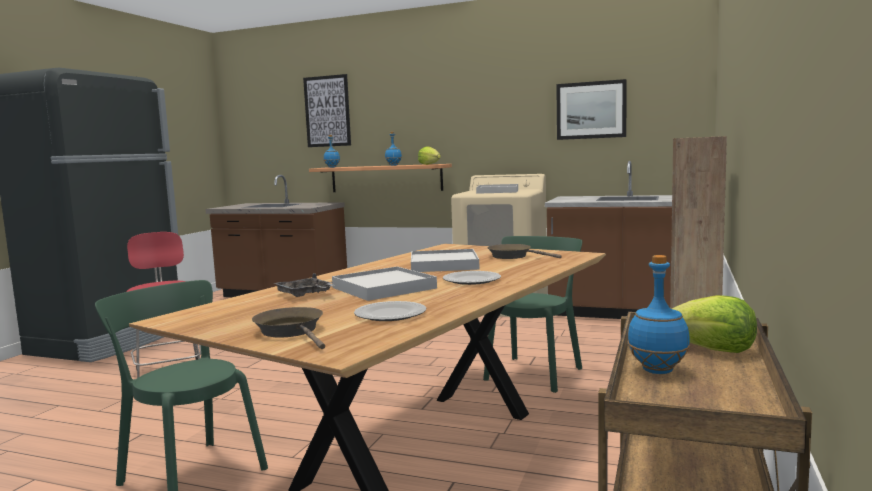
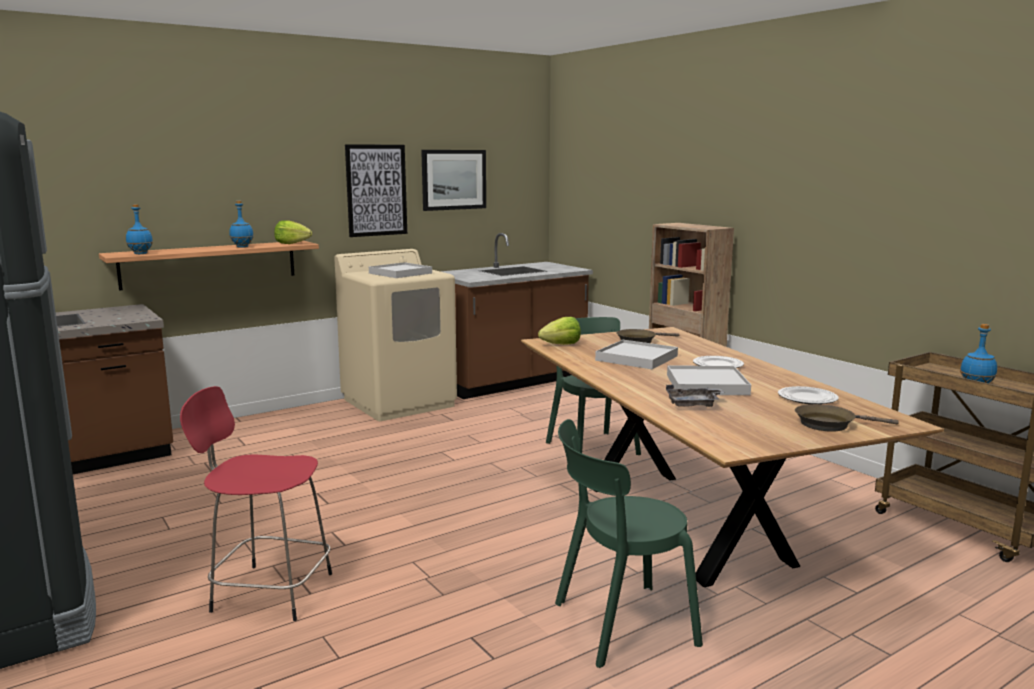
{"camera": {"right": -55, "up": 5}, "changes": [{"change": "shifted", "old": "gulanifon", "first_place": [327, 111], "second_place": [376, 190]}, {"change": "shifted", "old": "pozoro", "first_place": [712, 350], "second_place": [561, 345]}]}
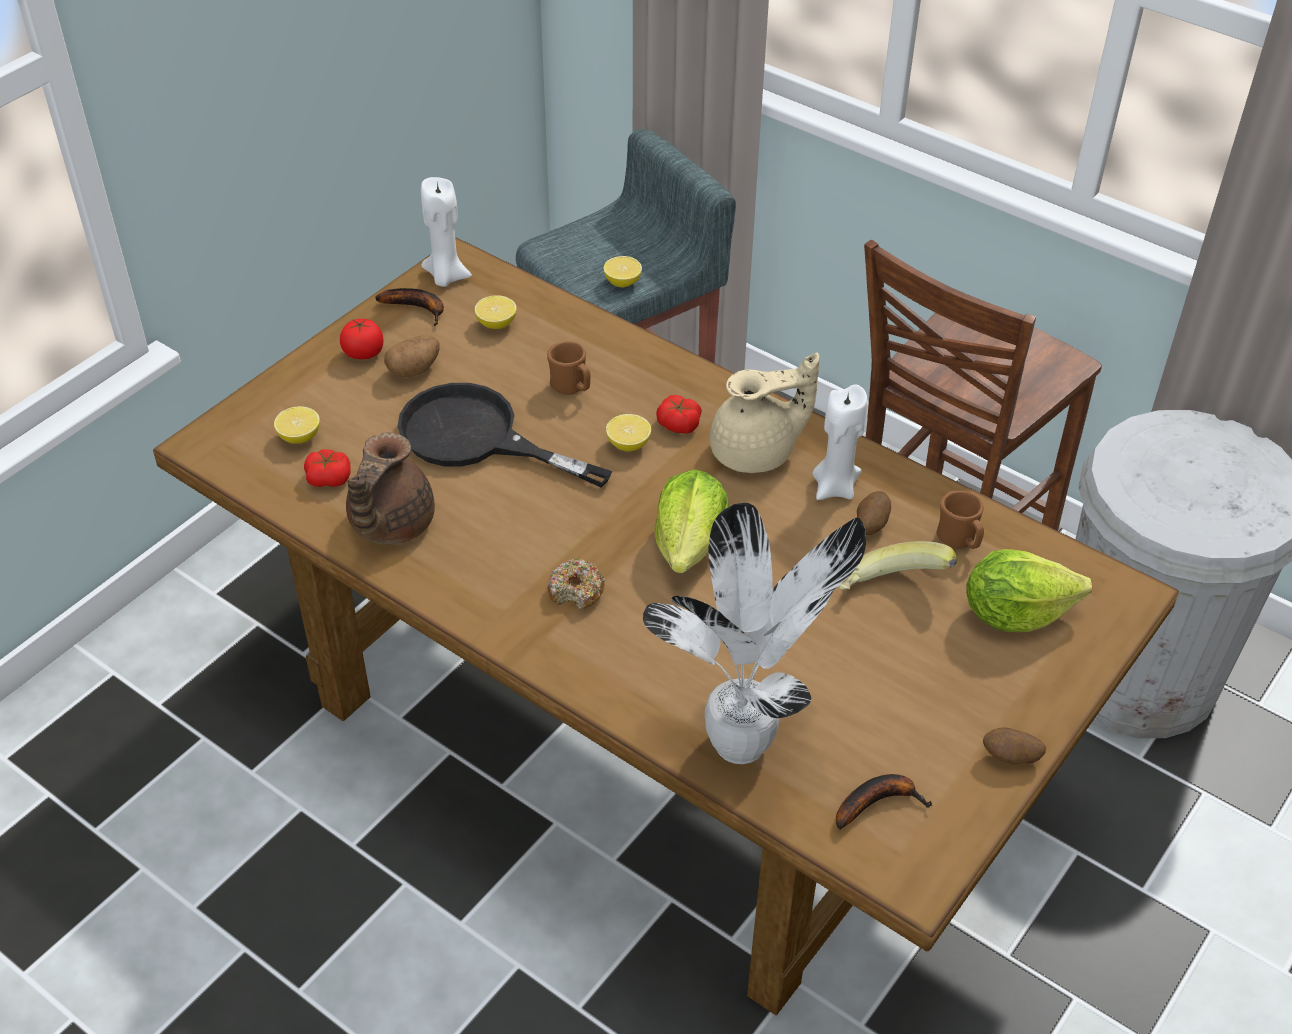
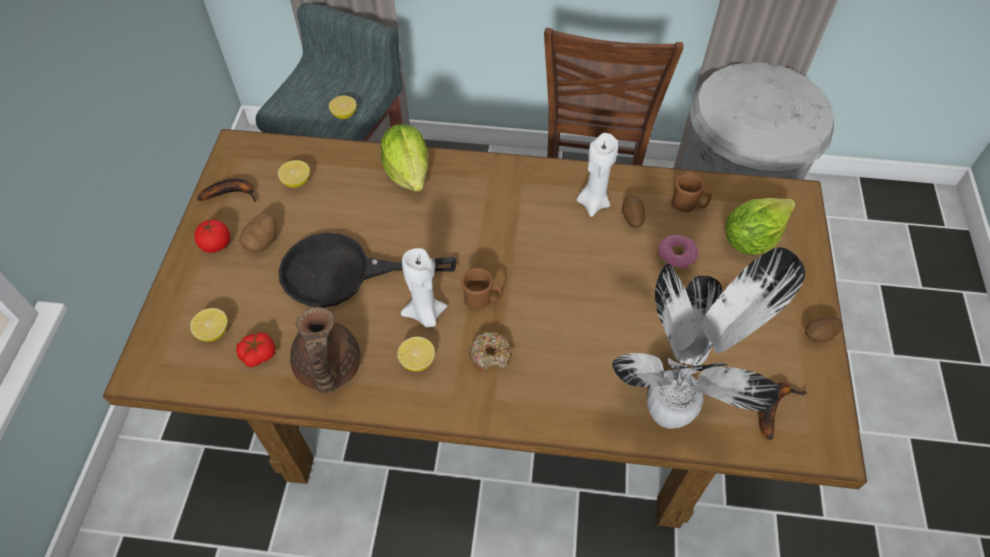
{"camera": {"right": -30, "up": 10}, "changes": [{"change": "gone", "old": "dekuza", "first_place": [678, 424]}, {"change": "gone", "old": "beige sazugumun", "first_place": [756, 452]}, {"change": "shifted", "old": "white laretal", "first_place": [446, 277], "second_place": [425, 315]}, {"change": "shifted", "old": "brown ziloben", "first_place": [571, 388], "second_place": [482, 300]}, {"change": "shifted", "old": "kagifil", "first_place": [628, 445], "second_place": [417, 361]}, {"change": "shifted", "old": "pozoro", "first_place": [690, 544], "second_place": [408, 172]}, {"change": "swapped", "old": "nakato", "new": "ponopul", "first_place": [892, 590], "second_place": [676, 257]}]}
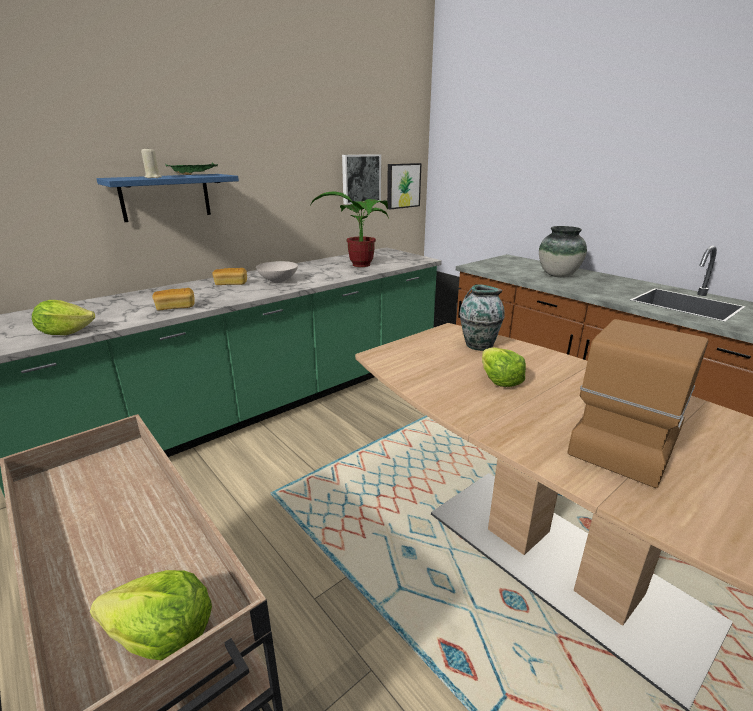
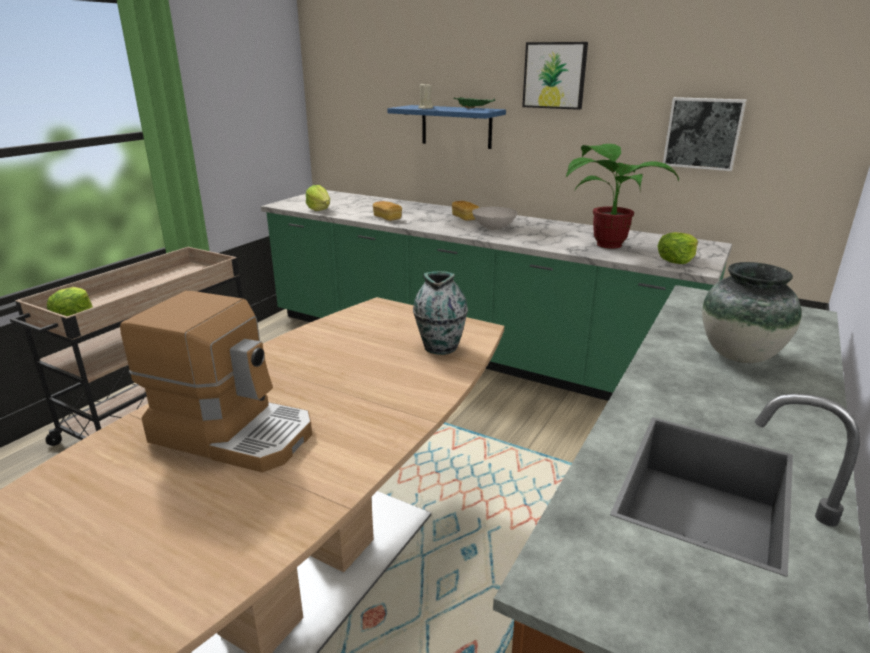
{"camera": {"right": 70, "up": 0}, "changes": [{"change": "shifted", "old": "gulanifon", "first_place": [402, 185], "second_place": [555, 75]}, {"change": "shifted", "old": "pozoro", "first_place": [499, 380], "second_place": [676, 260]}]}
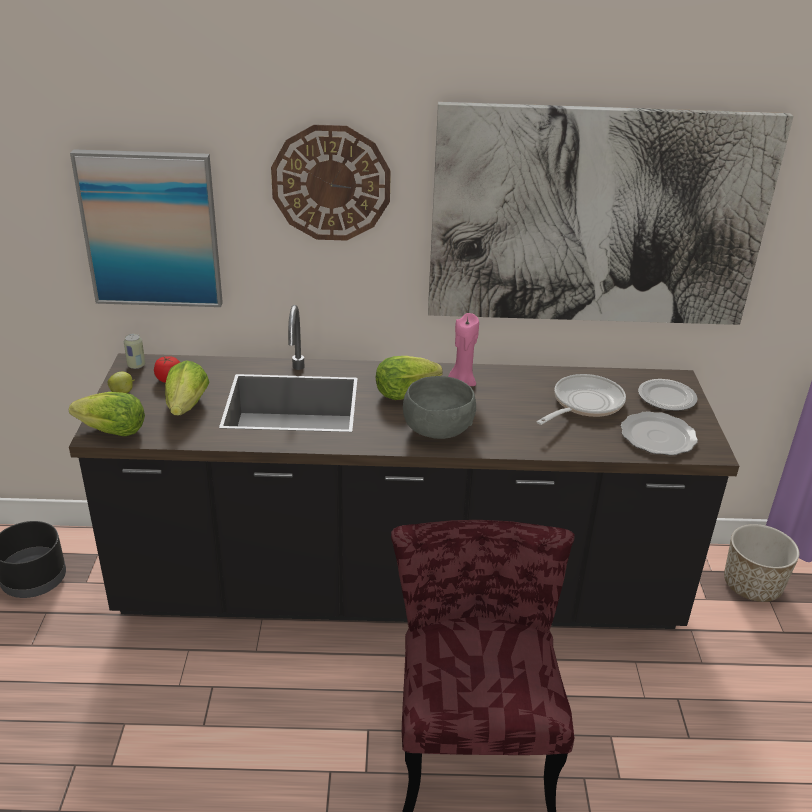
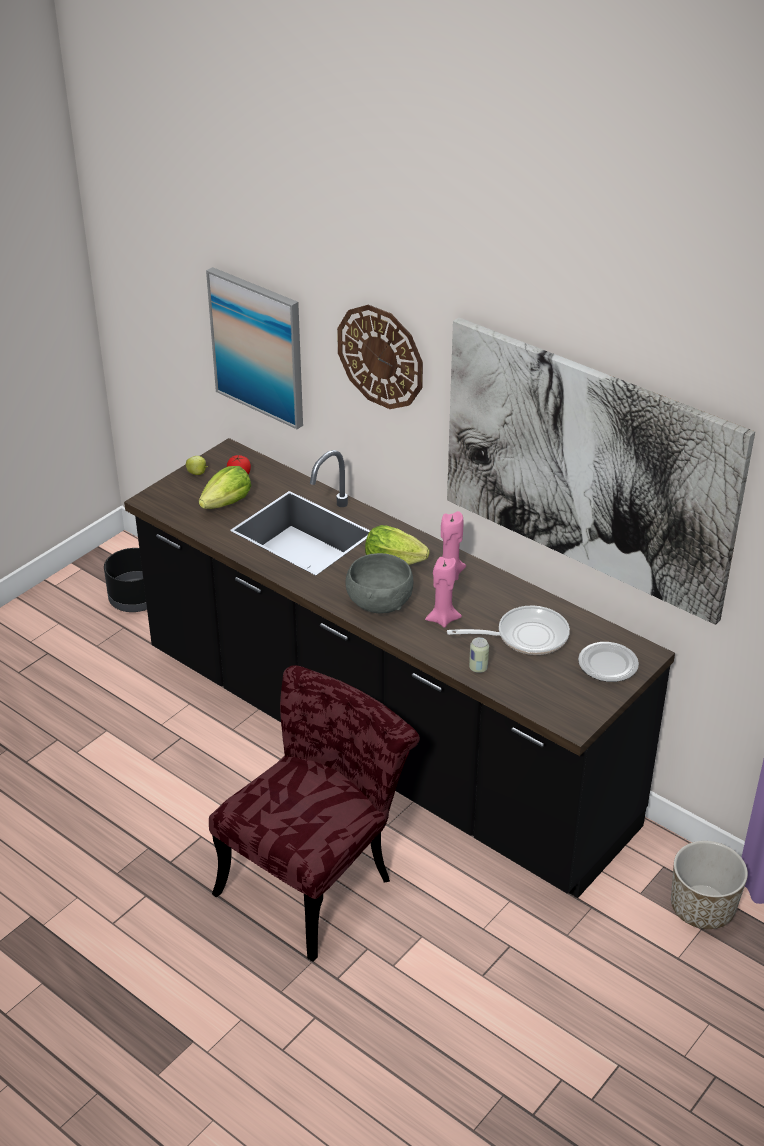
{"camera": {"right": 40, "up": 5}, "changes": [{"change": "gone", "old": "pozoro", "first_place": [113, 432]}, {"change": "gone", "old": "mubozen", "first_place": [656, 436]}, {"change": "new", "new": "pink laretal", "second_place": [442, 619]}, {"change": "shifted", "old": "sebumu", "first_place": [136, 365], "second_place": [478, 668]}]}
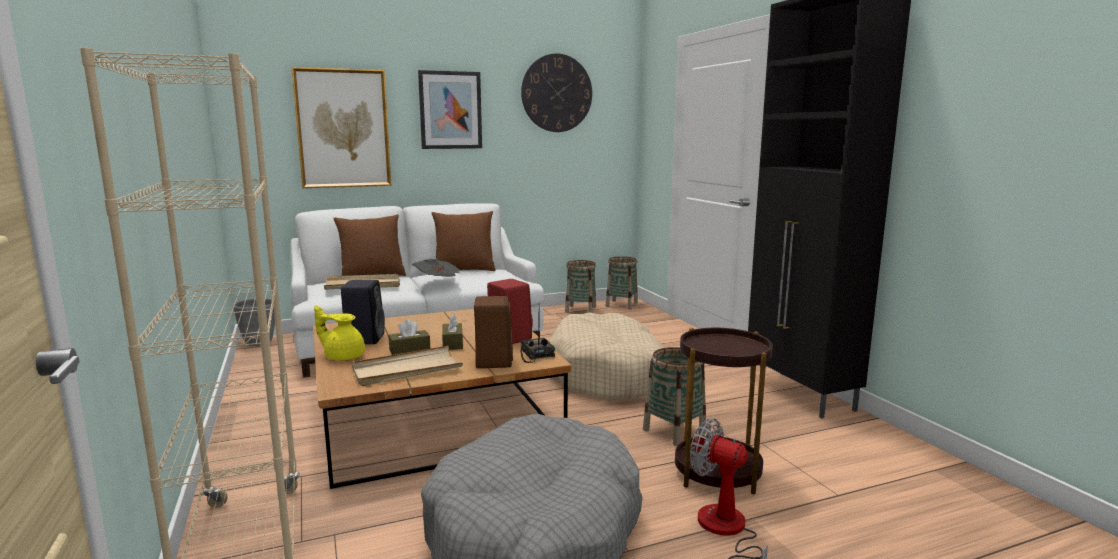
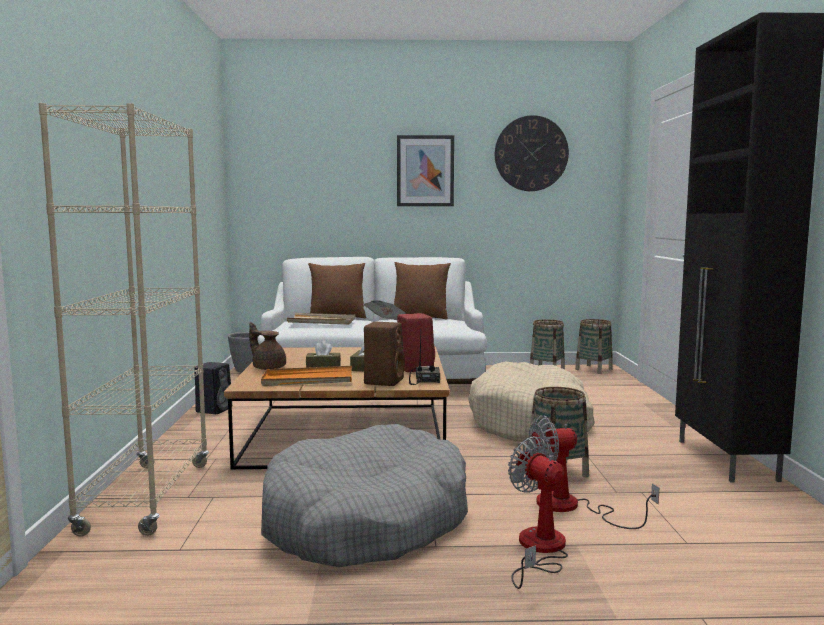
{"camera": {"right": 20, "up": -5}, "changes": [{"change": "gone", "old": "gulanifon", "first_place": [343, 128]}, {"change": "shifted", "old": "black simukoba", "first_place": [364, 339], "second_place": [214, 409]}, {"change": "swapped", "old": "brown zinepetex", "new": "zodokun", "first_place": [717, 473], "second_place": [572, 507]}, {"change": "repainted", "old": "yellow sazugumun", "new": "brown sazugumun", "first_place": [343, 356], "second_place": [268, 368]}, {"change": "repainted", "old": "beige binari", "new": "orange binari", "first_place": [406, 370], "second_place": [307, 380]}]}
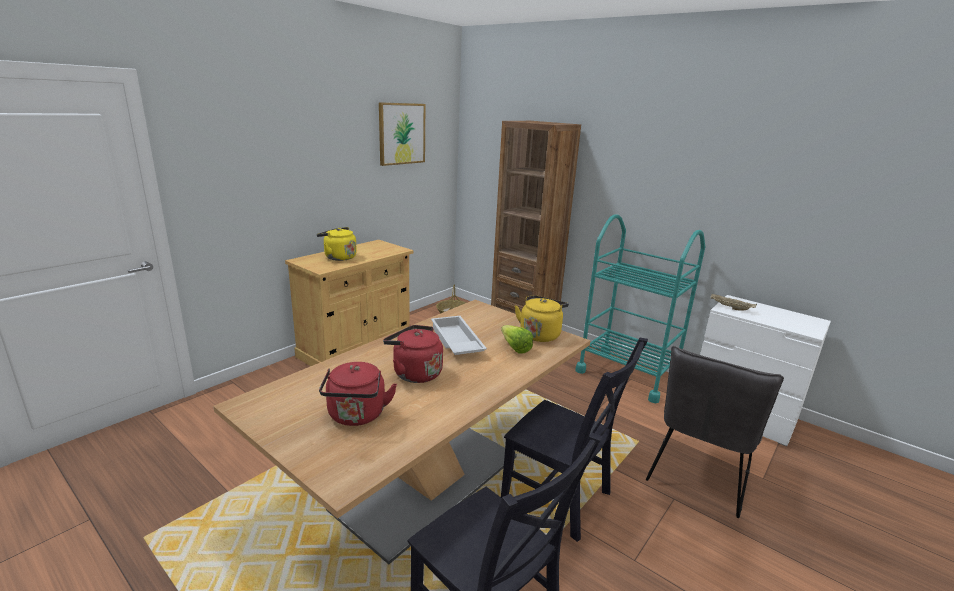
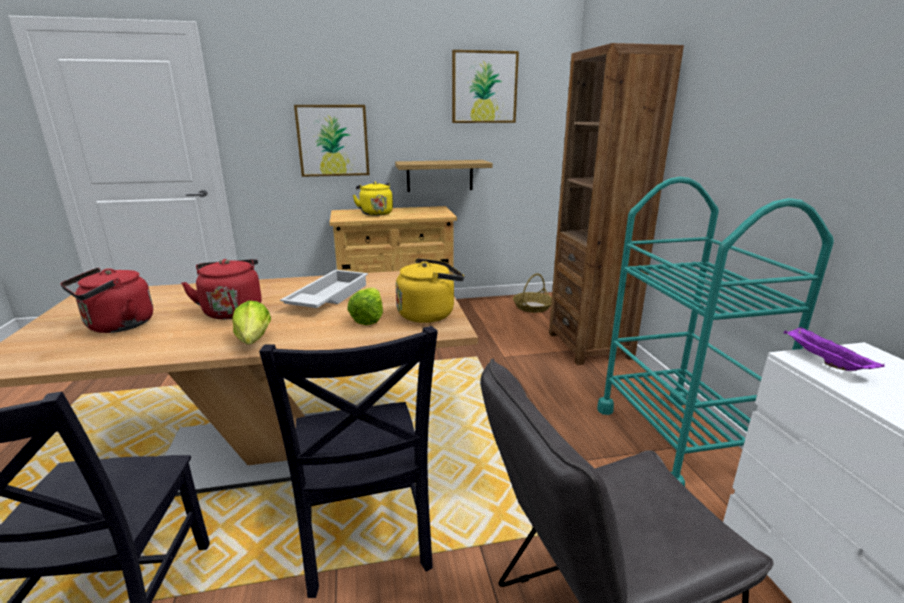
{"camera": {"right": 40, "up": 0}, "changes": [{"change": "new", "new": "pozoro", "second_place": [252, 343]}, {"change": "new", "new": "gulanifon", "second_place": [333, 141]}, {"change": "new", "new": "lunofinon", "second_place": [440, 175]}, {"change": "repainted", "old": "beige binari", "new": "purple binari", "first_place": [730, 308], "second_place": [823, 361]}]}
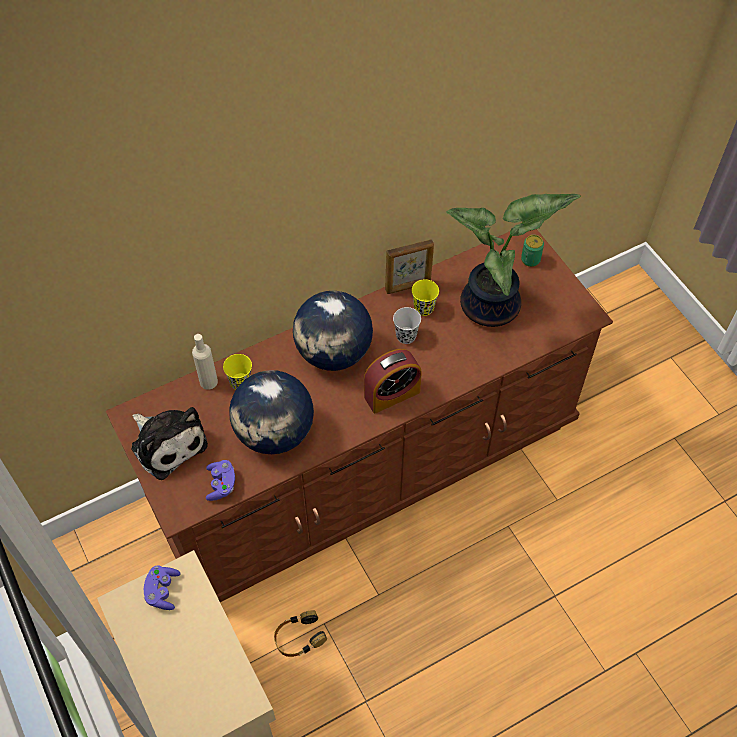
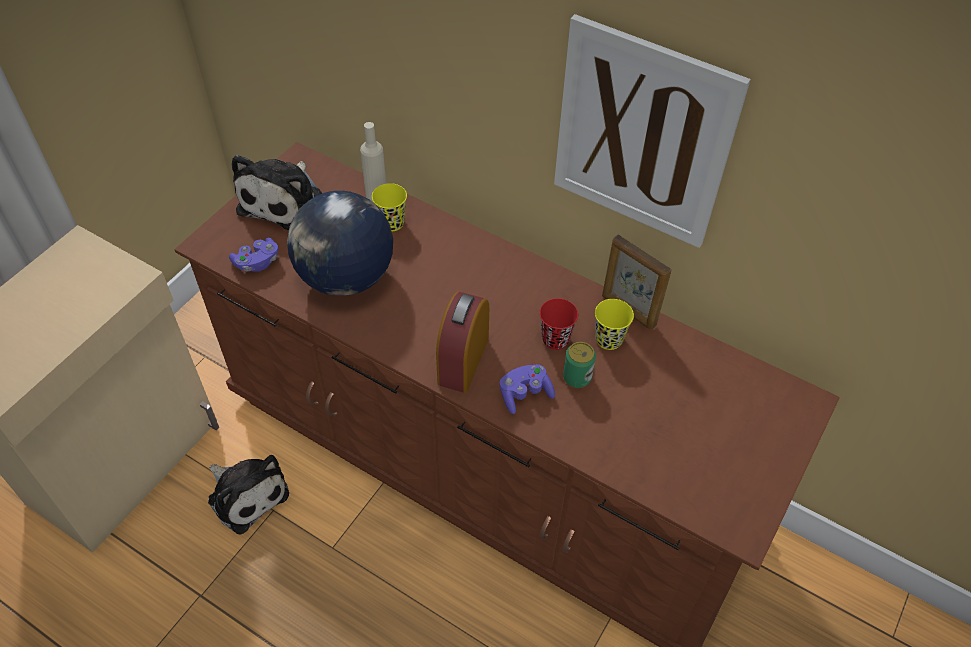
{"camera": {"right": 60, "up": -5}, "changes": [{"change": "gone", "old": "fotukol", "first_place": [334, 353]}, {"change": "gone", "old": "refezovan", "first_place": [493, 308]}, {"change": "new", "new": "gulanifon", "second_place": [642, 135]}, {"change": "shifted", "old": "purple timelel", "first_place": [163, 591], "second_place": [525, 394]}, {"change": "shifted", "old": "sebumu", "first_place": [530, 260], "second_place": [577, 377]}, {"change": "swapped", "old": "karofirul", "new": "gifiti", "first_place": [299, 637], "second_place": [246, 494]}, {"change": "repainted", "old": "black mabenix", "new": "red mabenix", "first_place": [406, 336], "second_place": [555, 339]}, {"change": "rotated", "old": "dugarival", "first_place": [392, 394], "second_place": [463, 360], "degrees": 75}]}
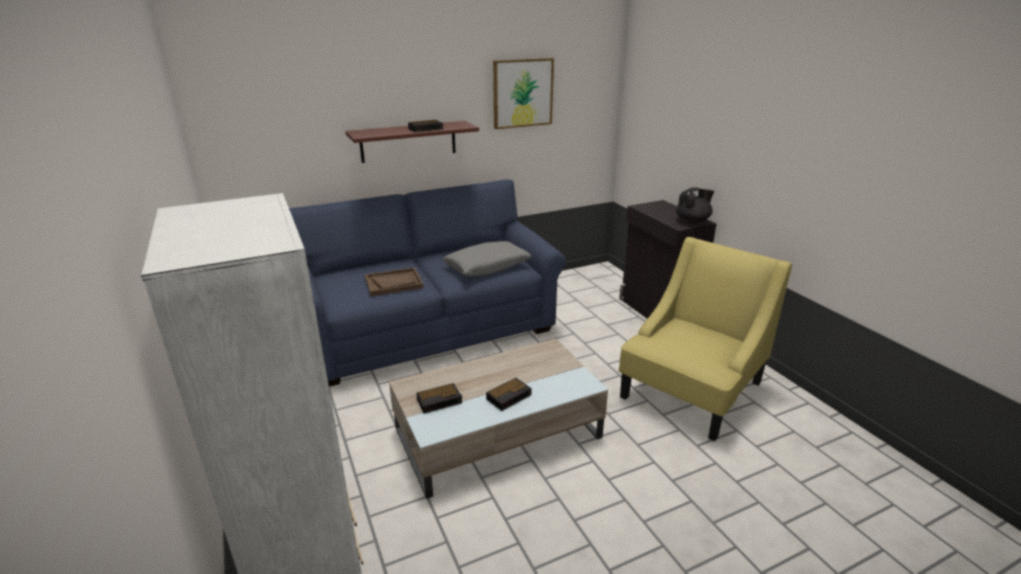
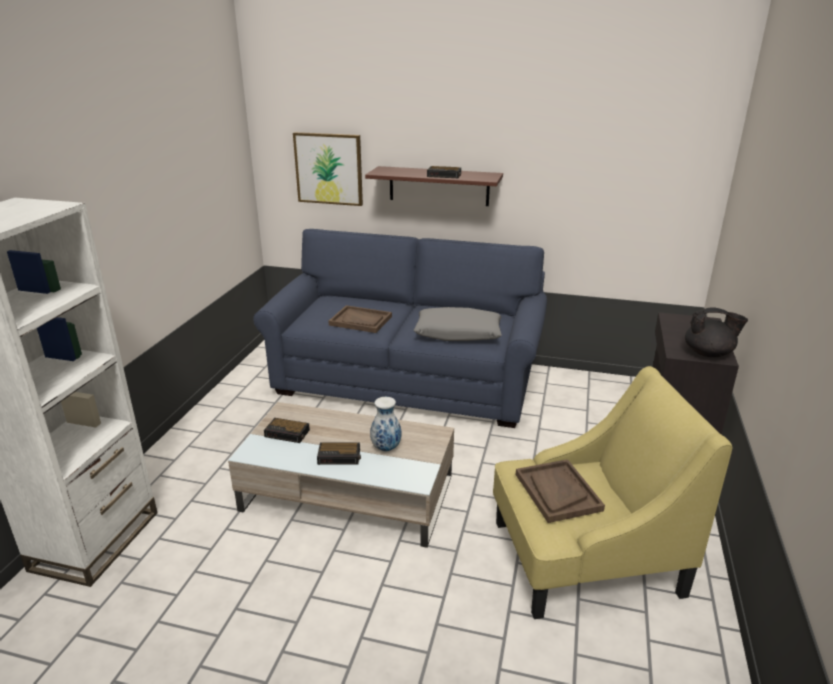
{"camera": {"right": 40, "up": 0}, "changes": [{"change": "new", "new": "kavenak", "second_place": [386, 448]}, {"change": "new", "new": "brown binari", "second_place": [557, 492]}, {"change": "shifted", "old": "gulanifon", "first_place": [522, 93], "second_place": [329, 169]}]}
